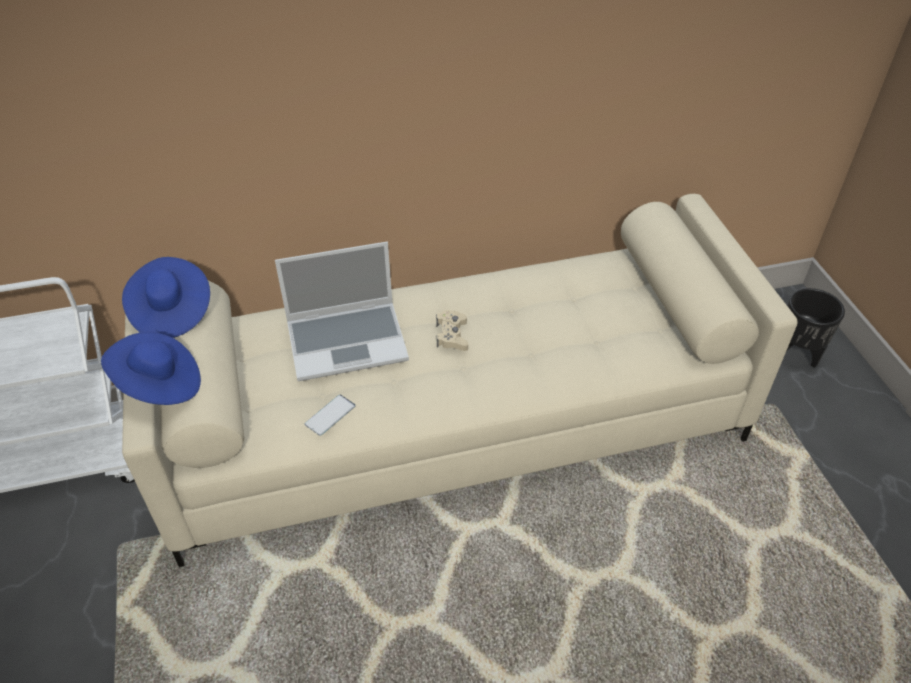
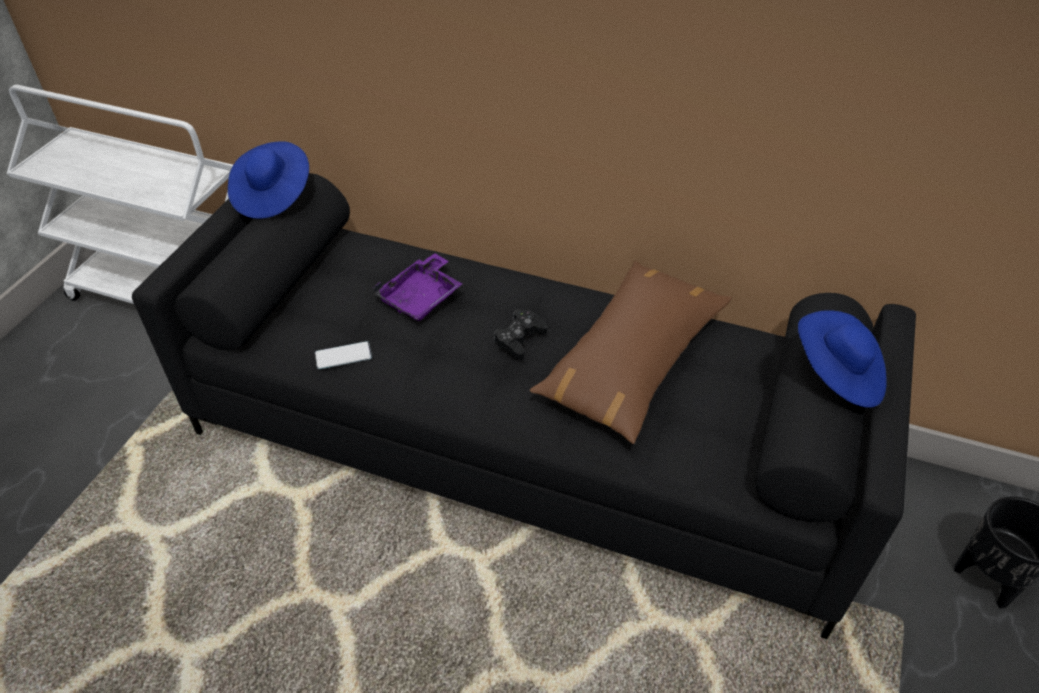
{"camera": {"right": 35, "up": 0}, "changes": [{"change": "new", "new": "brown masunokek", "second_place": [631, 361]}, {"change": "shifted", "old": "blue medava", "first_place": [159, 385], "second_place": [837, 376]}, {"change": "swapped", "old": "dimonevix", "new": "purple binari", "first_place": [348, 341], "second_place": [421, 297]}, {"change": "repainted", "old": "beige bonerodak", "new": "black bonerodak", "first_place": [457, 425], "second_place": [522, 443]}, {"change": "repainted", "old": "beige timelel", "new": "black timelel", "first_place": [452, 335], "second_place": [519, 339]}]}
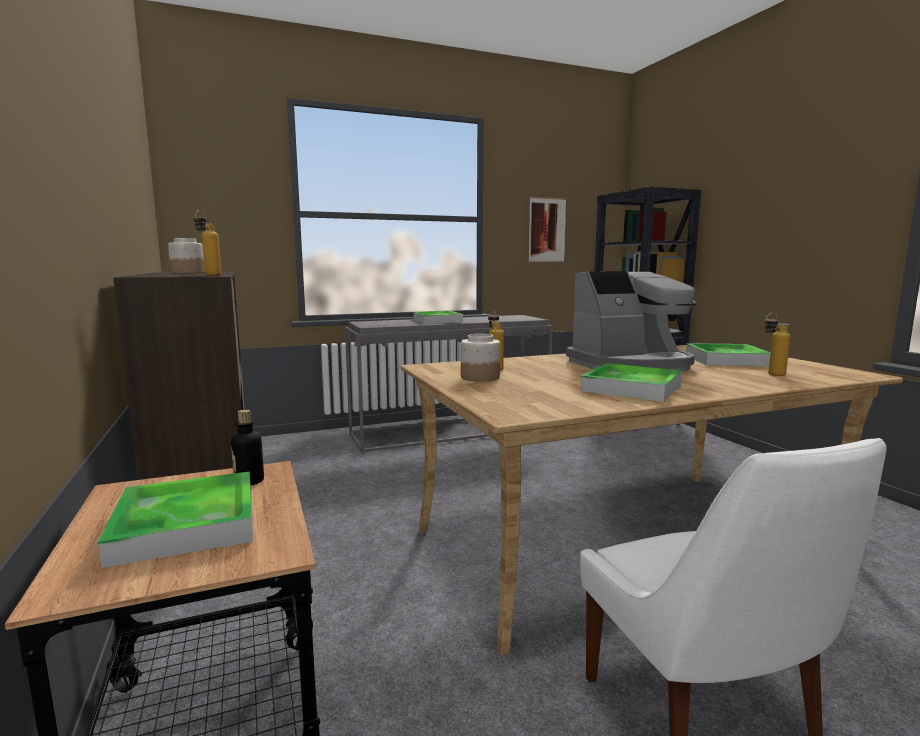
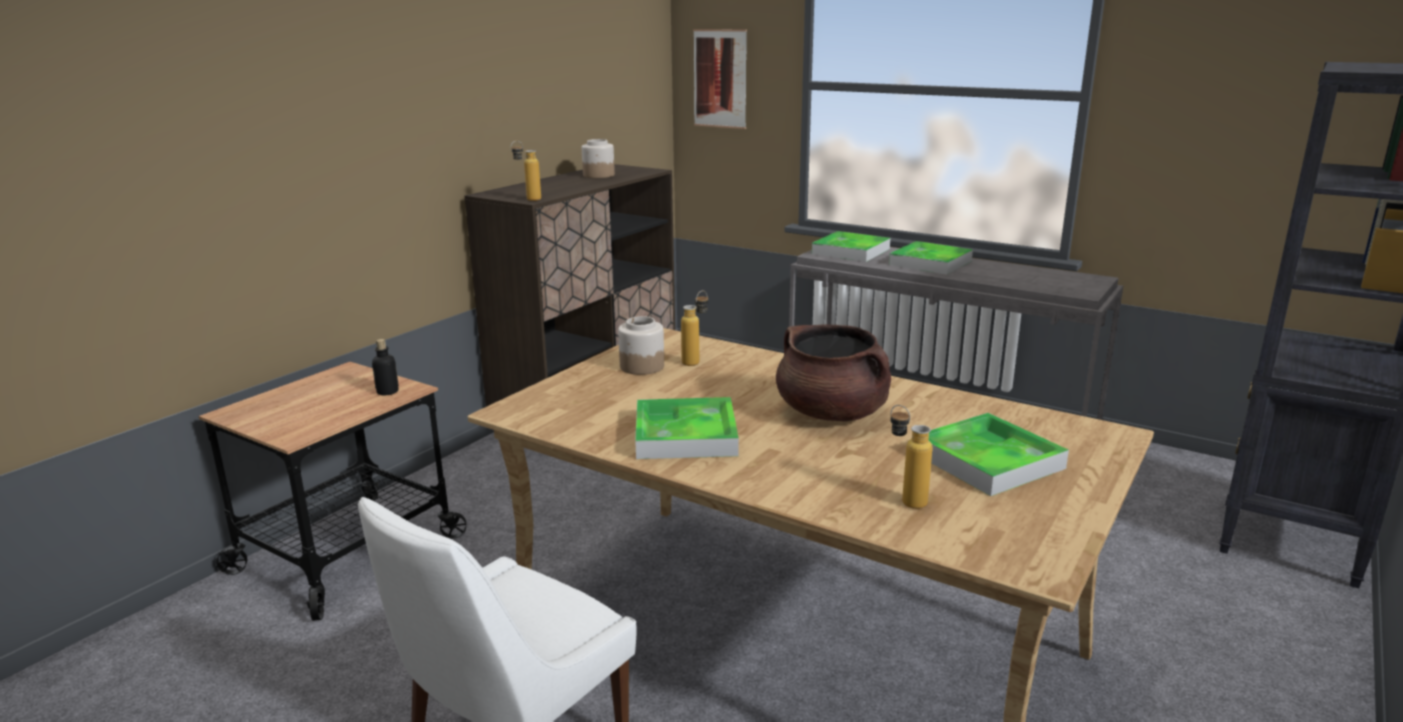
{"camera": {"right": 55, "up": 10}, "changes": [{"change": "shifted", "old": "binari", "first_place": [186, 524], "second_place": [851, 251]}, {"change": "shifted", "old": "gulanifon", "first_place": [547, 230], "second_place": [720, 79]}, {"change": "swapped", "old": "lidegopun", "new": "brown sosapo", "first_place": [631, 365], "second_place": [832, 413]}]}
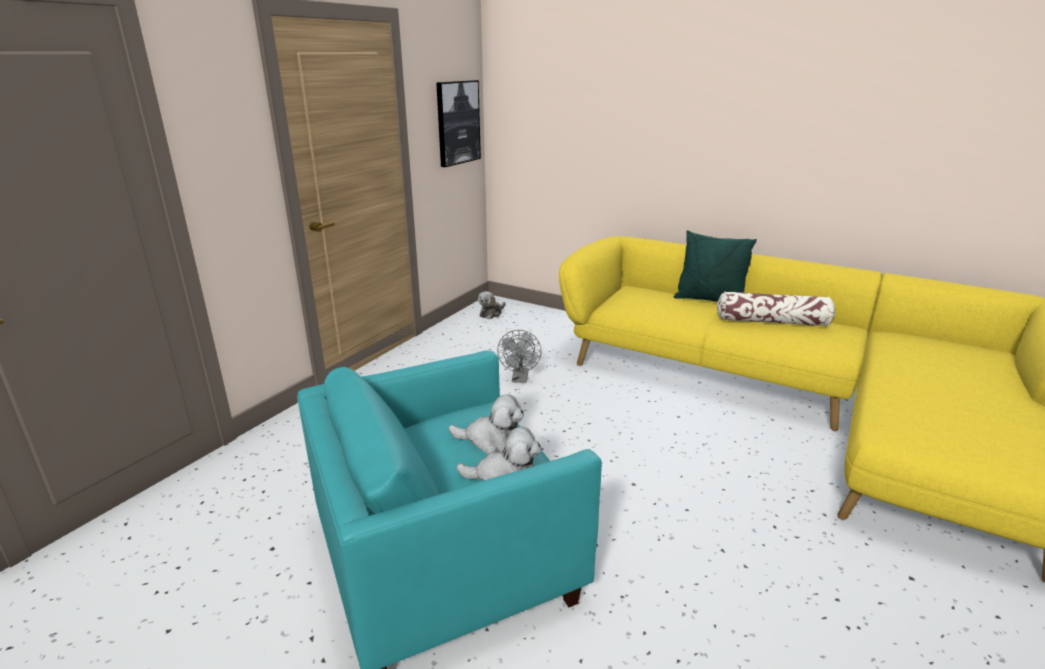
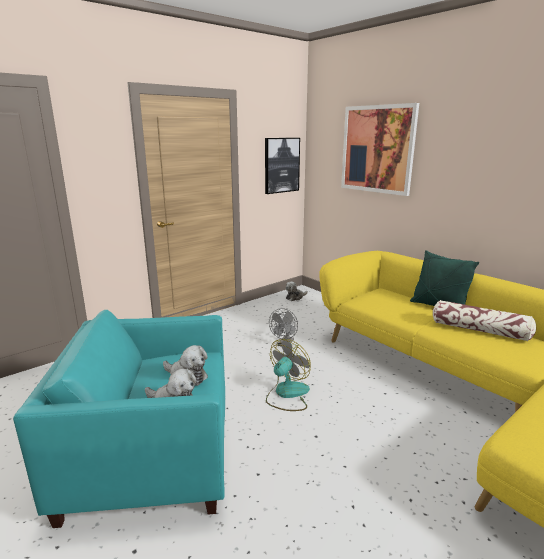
{"camera": {"right": 20, "up": -5}, "changes": [{"change": "new", "new": "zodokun", "second_place": [287, 394]}, {"change": "new", "new": "gulanifon", "second_place": [377, 149]}]}
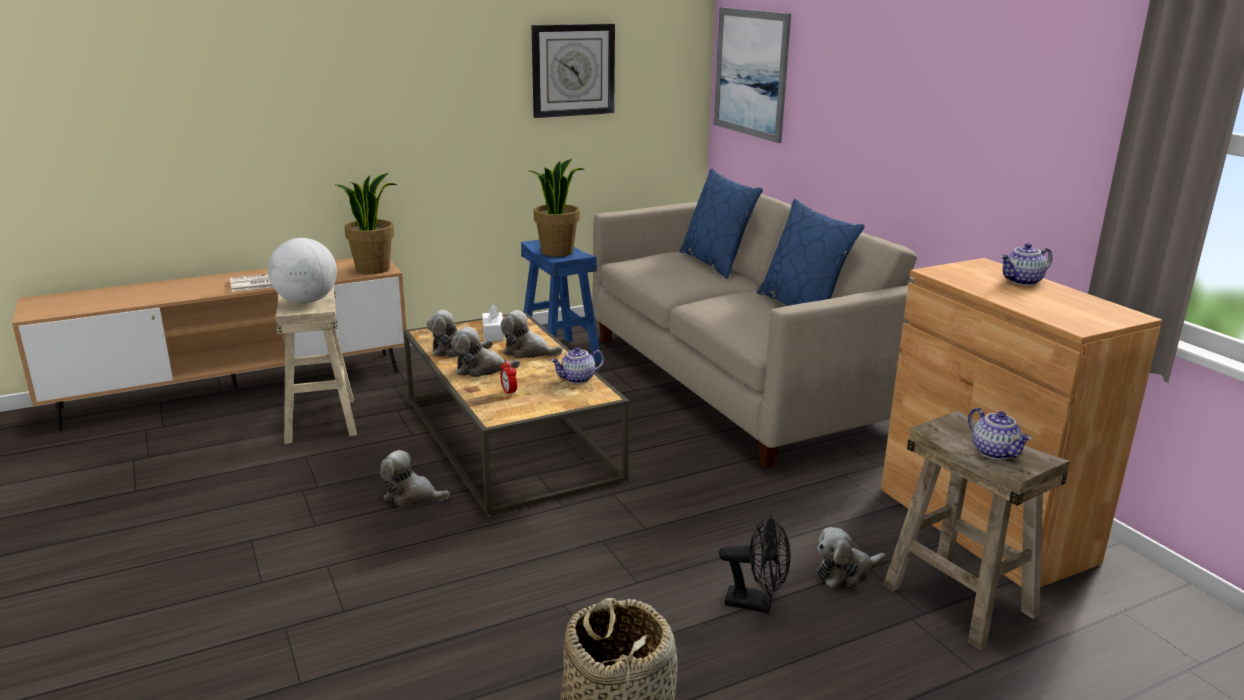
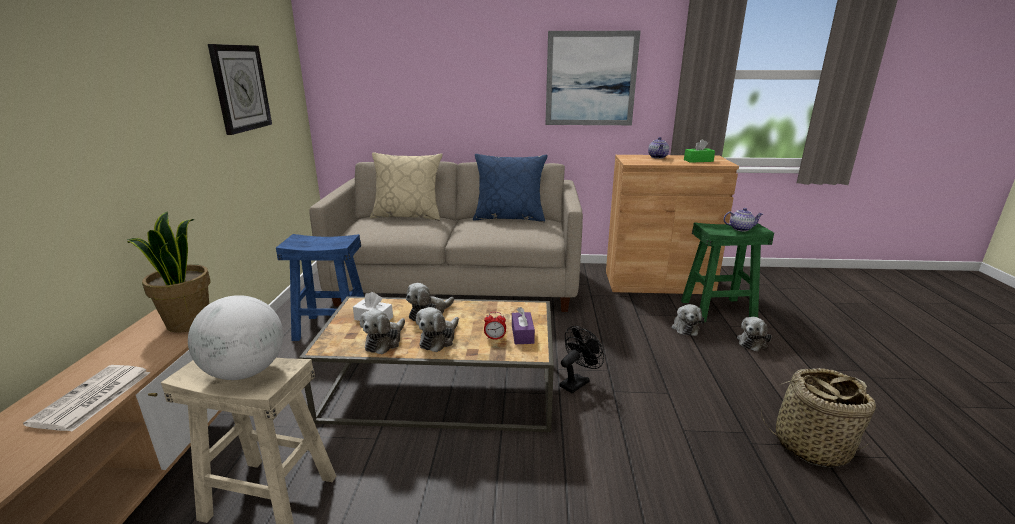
{"camera": {"right": -60, "up": 0}, "changes": [{"change": "gone", "old": "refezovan", "first_place": [557, 252]}, {"change": "gone", "old": "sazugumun", "first_place": [577, 379]}, {"change": "new", "new": "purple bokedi", "second_place": [522, 334]}, {"change": "new", "new": "green bokedi", "second_place": [698, 160]}, {"change": "shifted", "old": "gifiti", "first_place": [412, 496], "second_place": [752, 342]}, {"change": "shifted", "old": "gulanifon", "first_place": [751, 73], "second_place": [590, 79]}, {"change": "shifted", "old": "black zodokun", "first_place": [756, 603], "second_place": [577, 382]}, {"change": "repainted", "old": "blue masunokek", "new": "beige masunokek", "first_place": [716, 263], "second_place": [408, 216]}, {"change": "repainted", "old": "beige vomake", "new": "green vomake", "first_place": [960, 600], "second_place": [718, 310]}]}
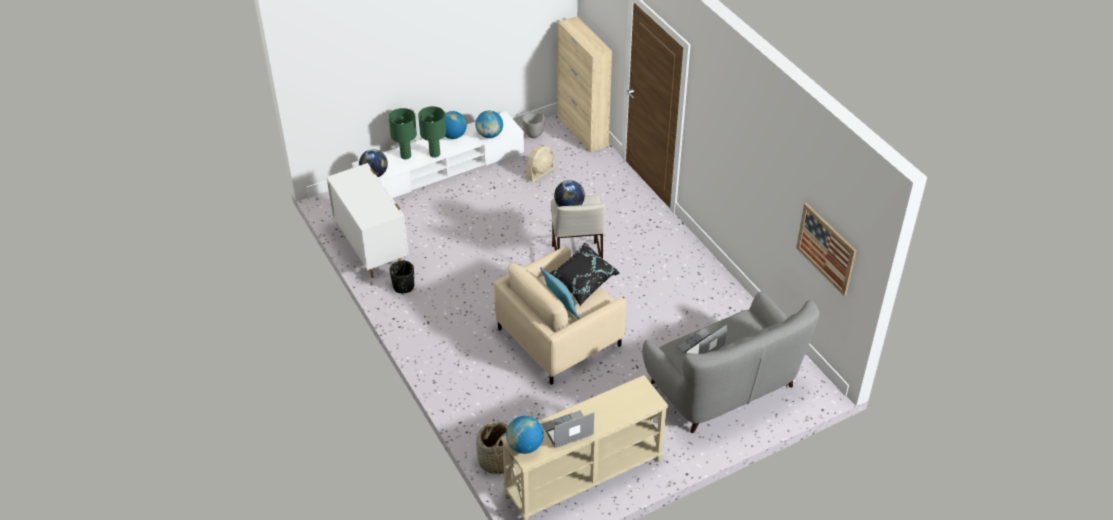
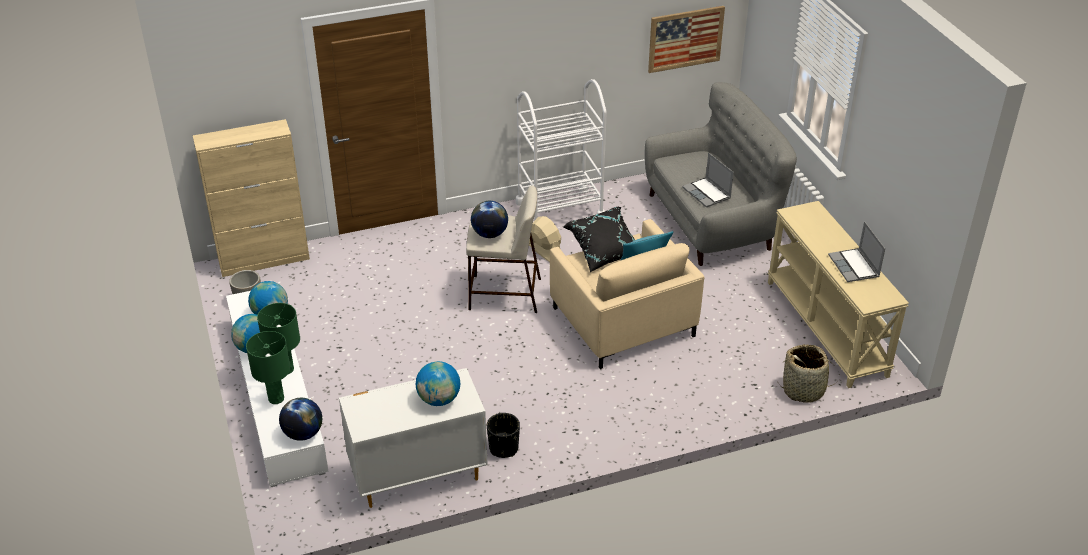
{"camera": {"right": -80, "up": -5}, "changes": [{"change": "new", "new": "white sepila", "second_place": [560, 210]}, {"change": "shifted", "old": "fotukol", "first_place": [525, 446], "second_place": [439, 399]}, {"change": "shifted", "old": "beige zodokun", "first_place": [540, 172], "second_place": [544, 251]}]}
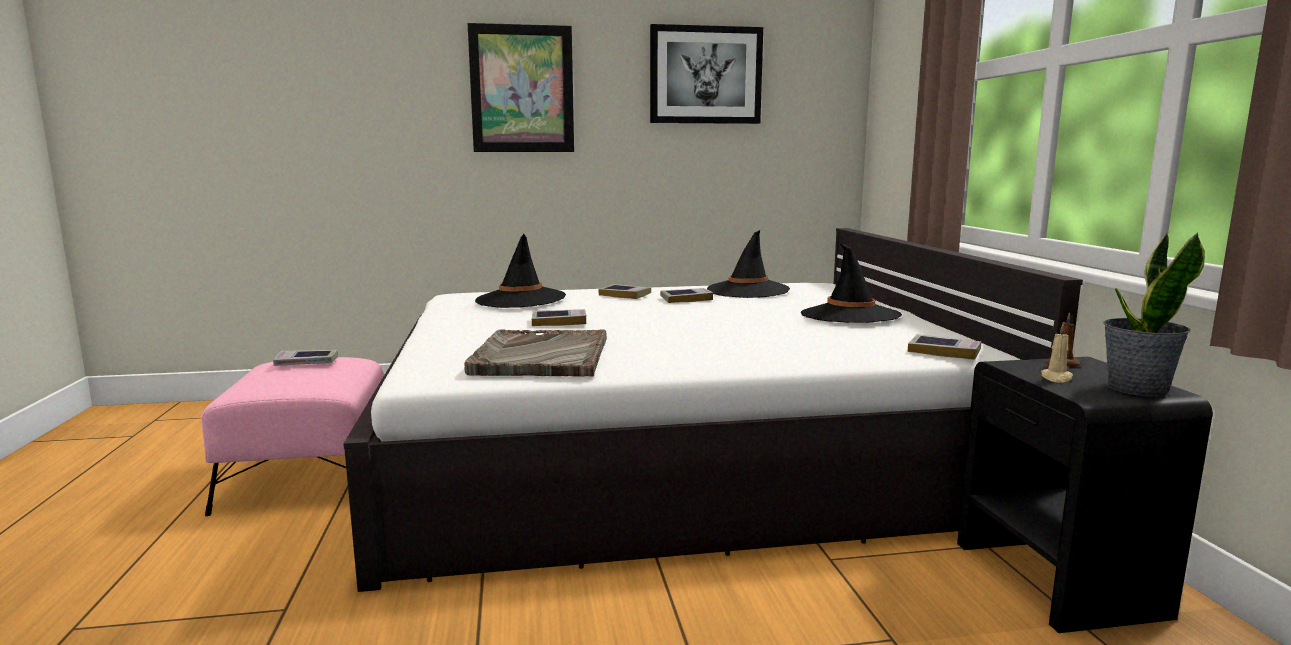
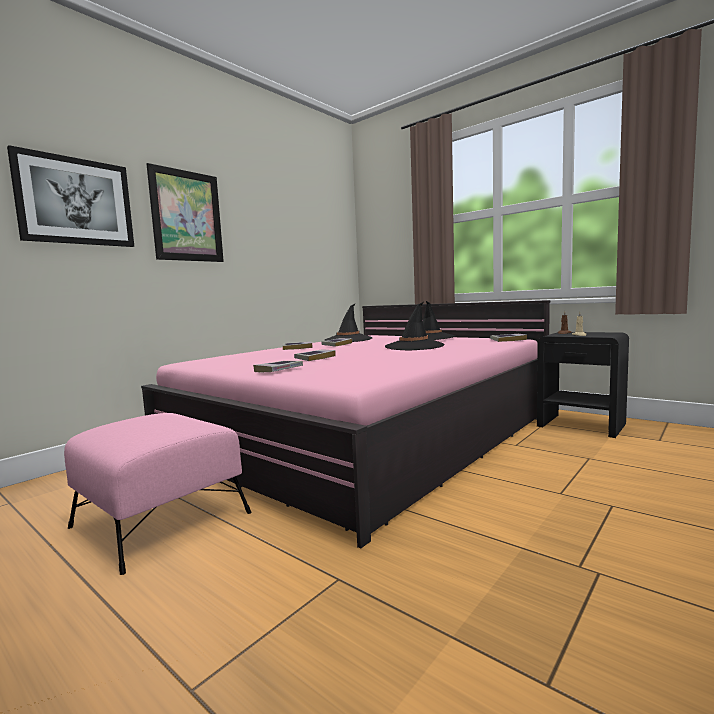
{"camera": {"right": -40, "up": -5}, "changes": [{"change": "gone", "old": "grey binari", "first_place": [540, 356]}, {"change": "gone", "old": "refezovan", "first_place": [1136, 389]}, {"change": "shifted", "old": "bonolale", "first_place": [306, 363], "second_place": [279, 370]}, {"change": "shifted", "old": "black medava", "first_place": [520, 299], "second_place": [414, 346]}, {"change": "shifted", "old": "gulanifon", "first_place": [705, 75], "second_place": [75, 201]}, {"change": "repainted", "old": "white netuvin", "new": "pink netuvin", "first_place": [676, 454], "second_place": [368, 433]}]}
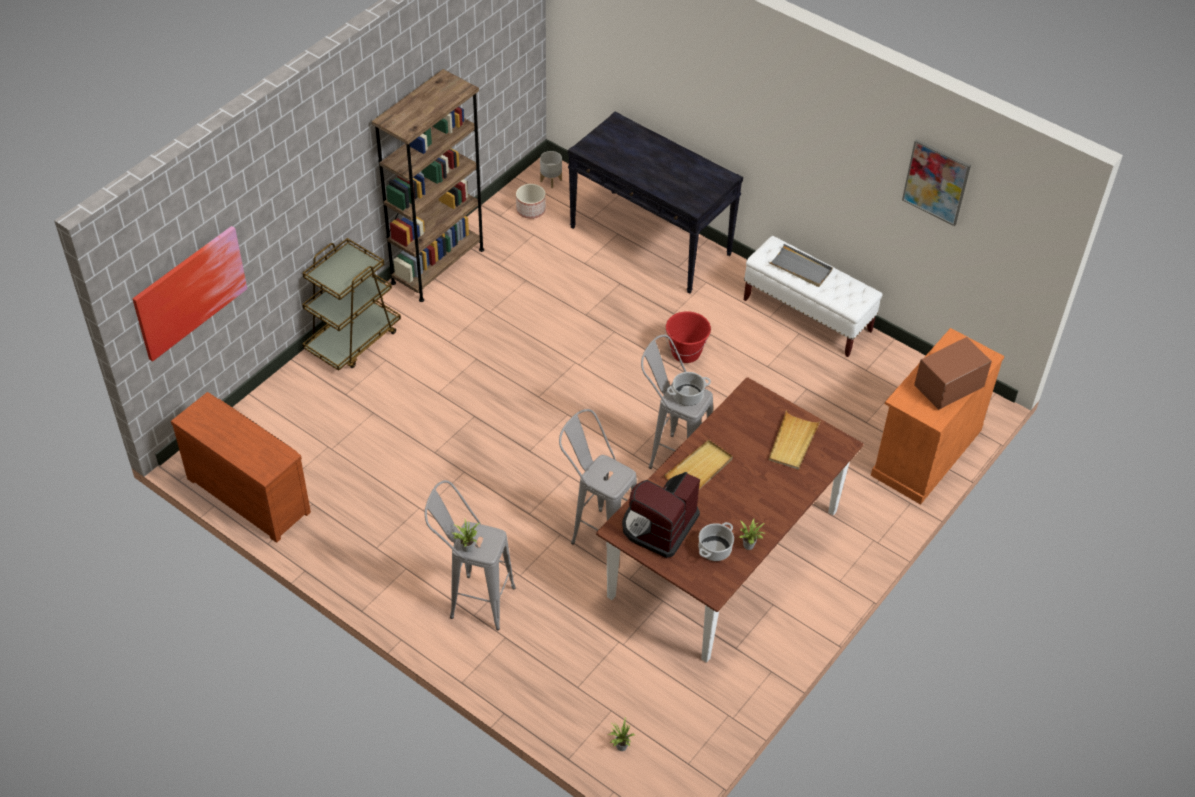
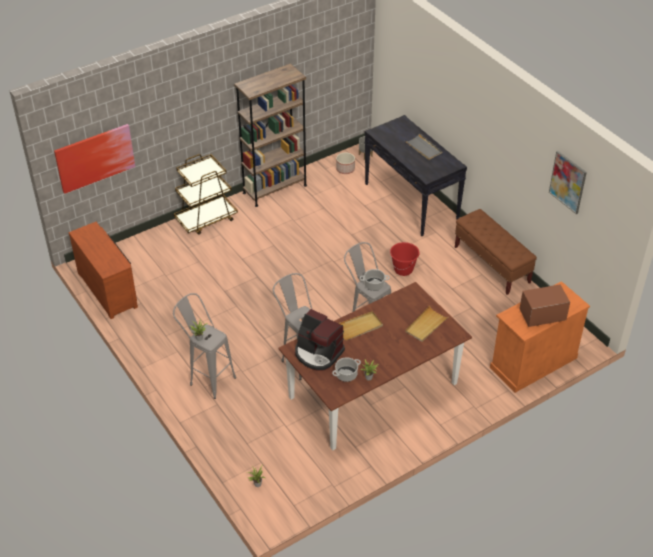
{"camera": {"right": 20, "up": -5}, "changes": [{"change": "shifted", "old": "grey binari", "first_place": [800, 268], "second_place": [423, 148]}, {"change": "repainted", "old": "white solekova", "new": "brown solekova", "first_place": [807, 315], "second_place": [492, 265]}, {"change": "rotated", "old": "lidegopun", "first_place": [659, 526], "second_place": [318, 353], "degrees": -105}]}
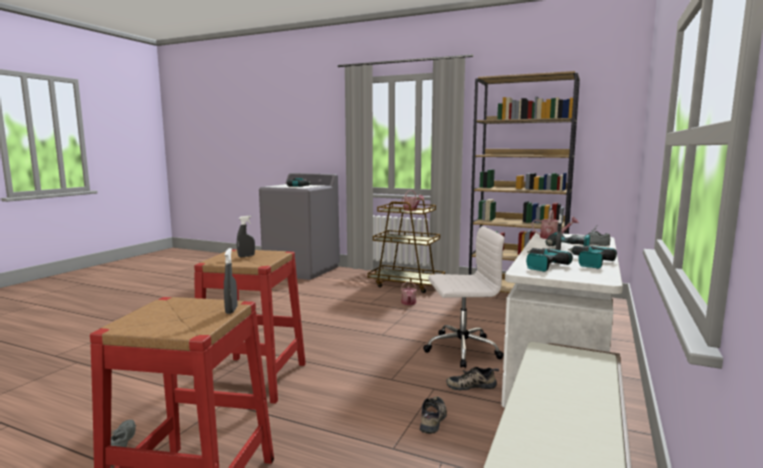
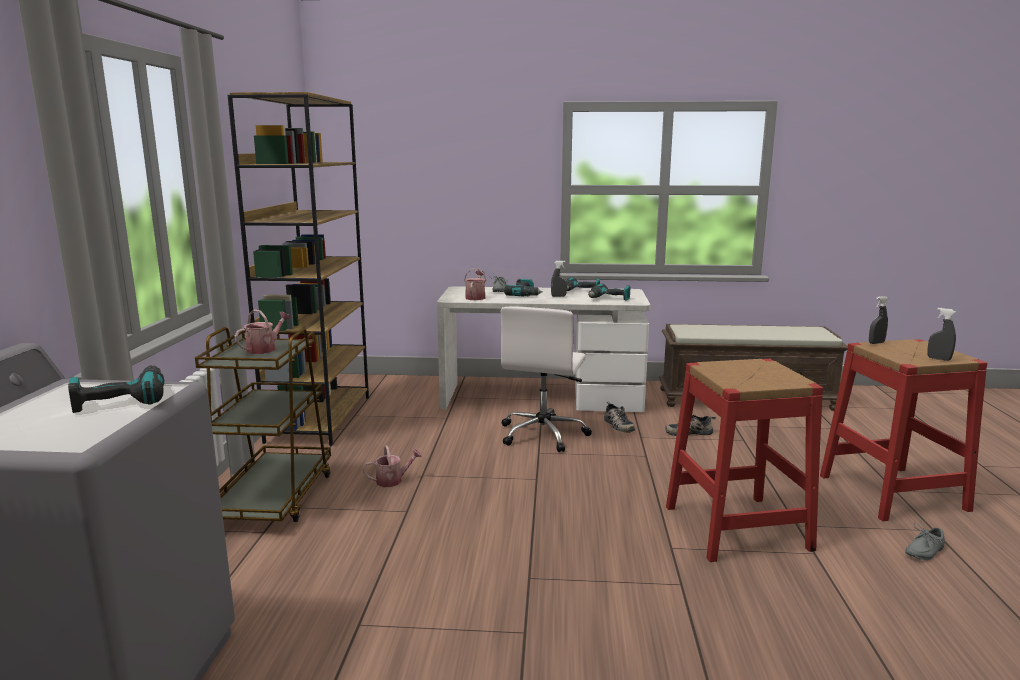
{"camera": {"right": -110, "up": 5}, "changes": [{"change": "shifted", "old": "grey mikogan", "first_place": [246, 256], "second_place": [939, 359]}, {"change": "rotated", "old": "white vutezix", "first_place": [460, 349], "second_place": [543, 434], "degrees": -135}]}
